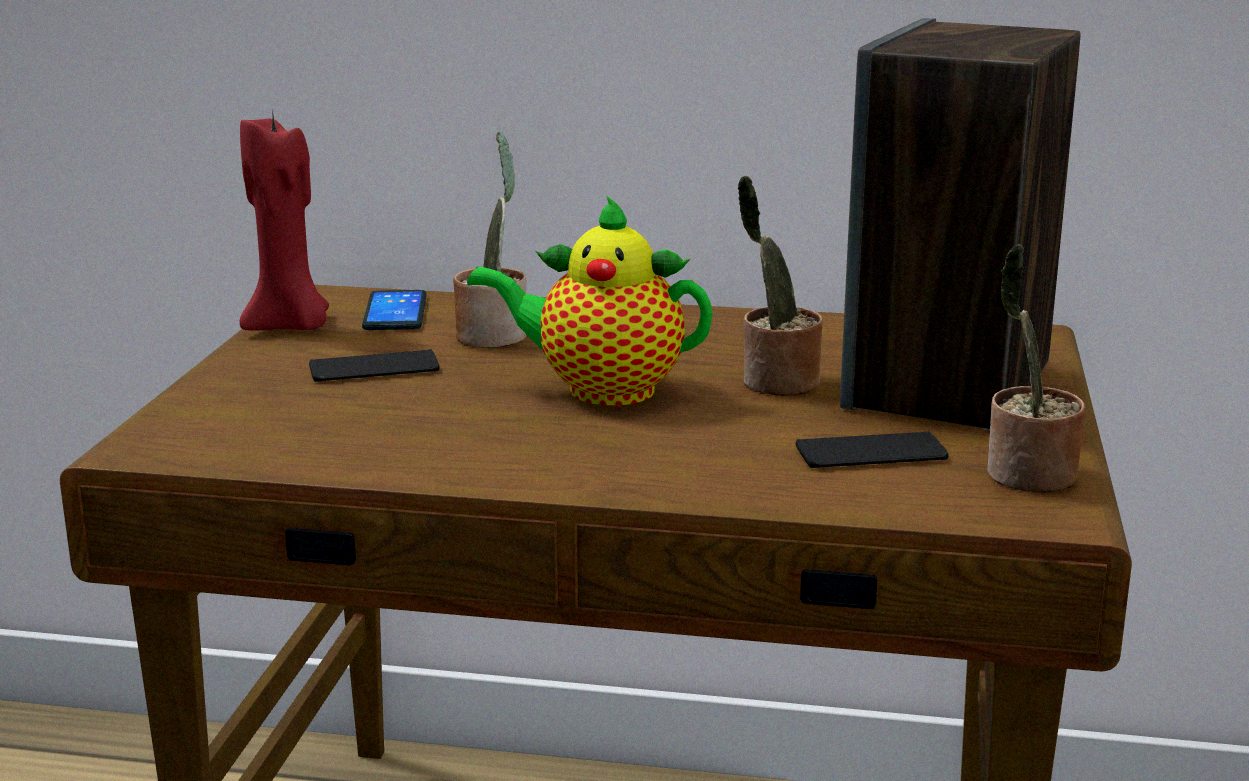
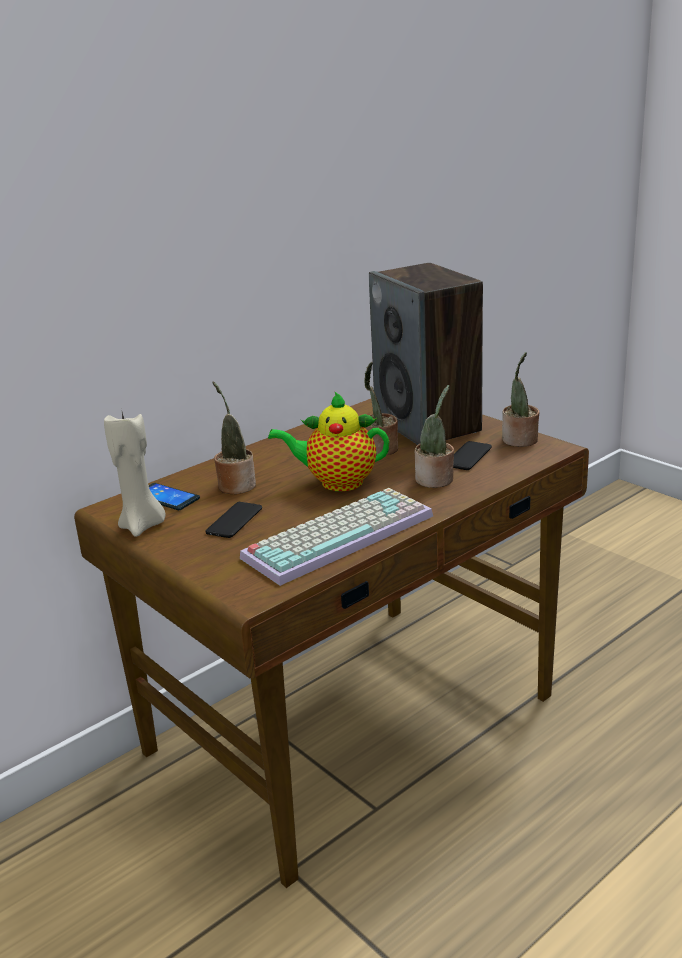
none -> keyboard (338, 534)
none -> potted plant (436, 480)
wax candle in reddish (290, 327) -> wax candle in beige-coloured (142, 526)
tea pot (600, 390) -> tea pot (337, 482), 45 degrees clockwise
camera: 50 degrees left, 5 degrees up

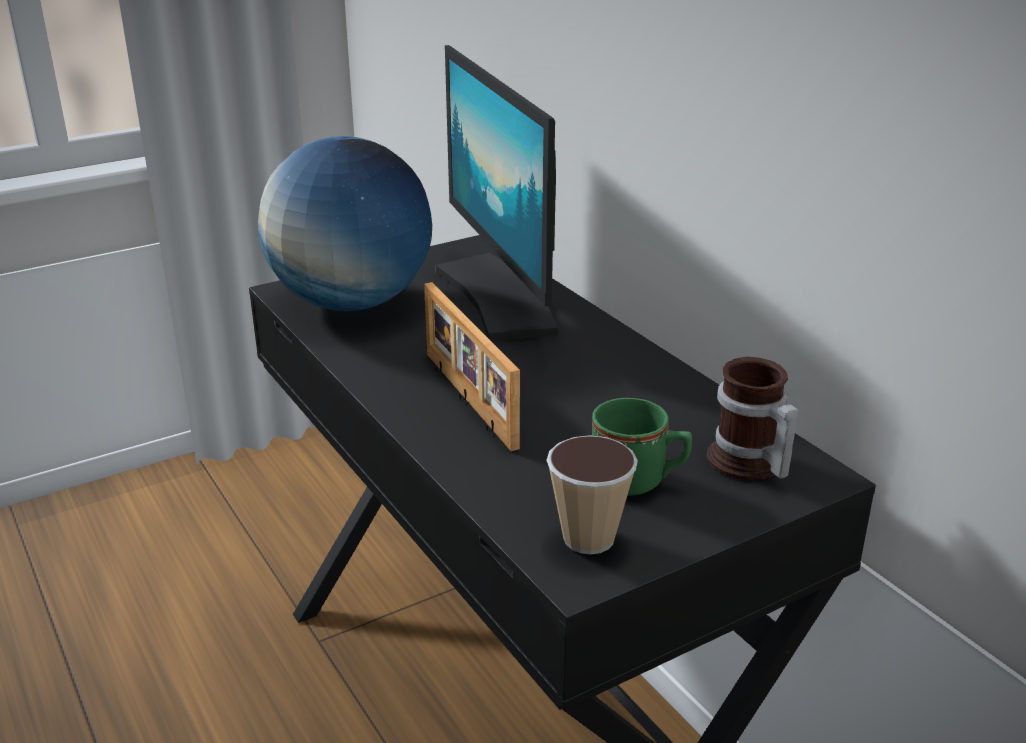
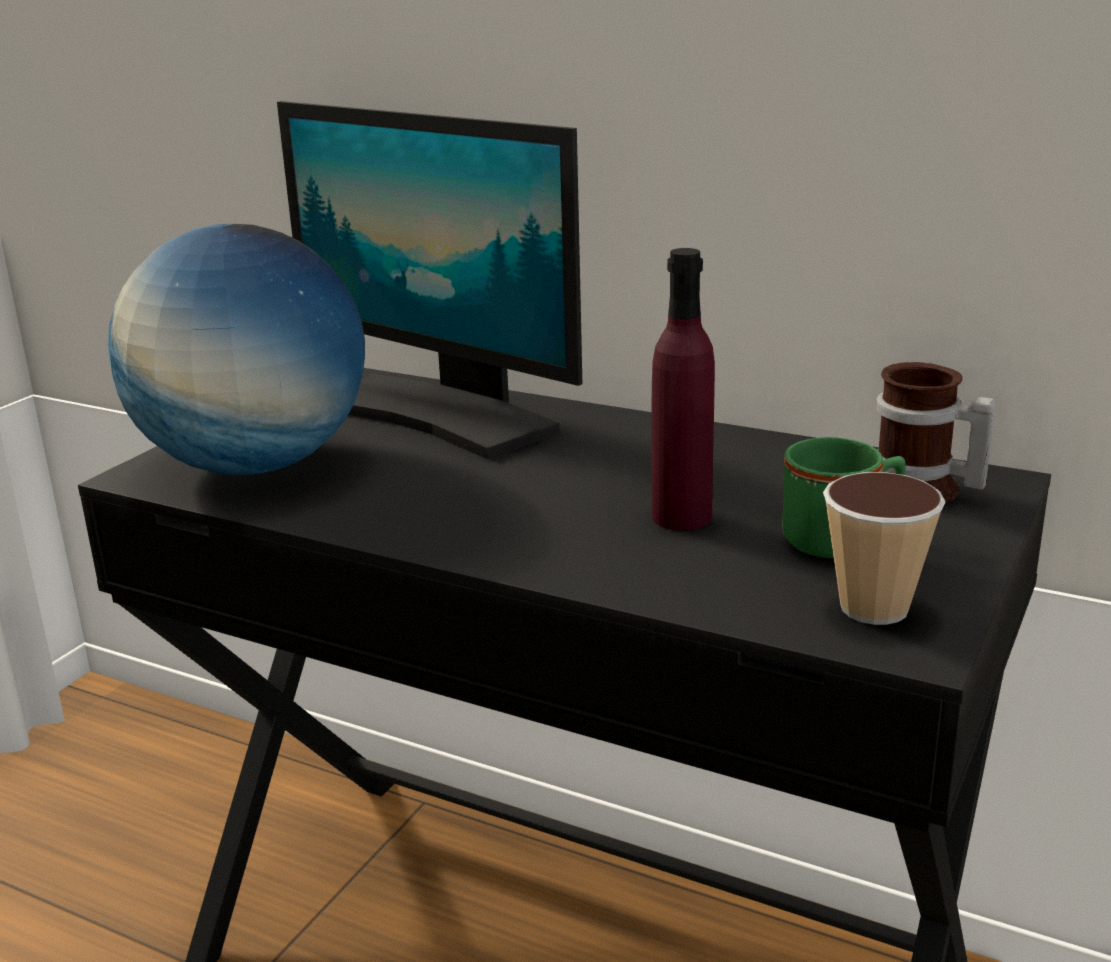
photo frame (466, 399) -> none
none -> beverage bottle in purple-coloured (681, 517)
camera: 30 degrees left, 5 degrees down

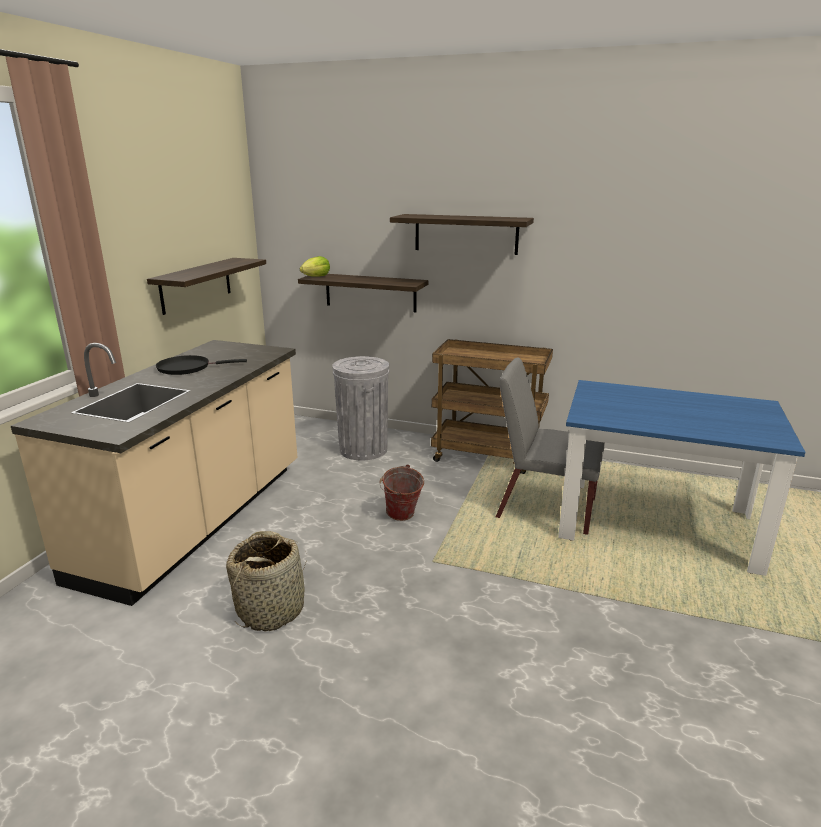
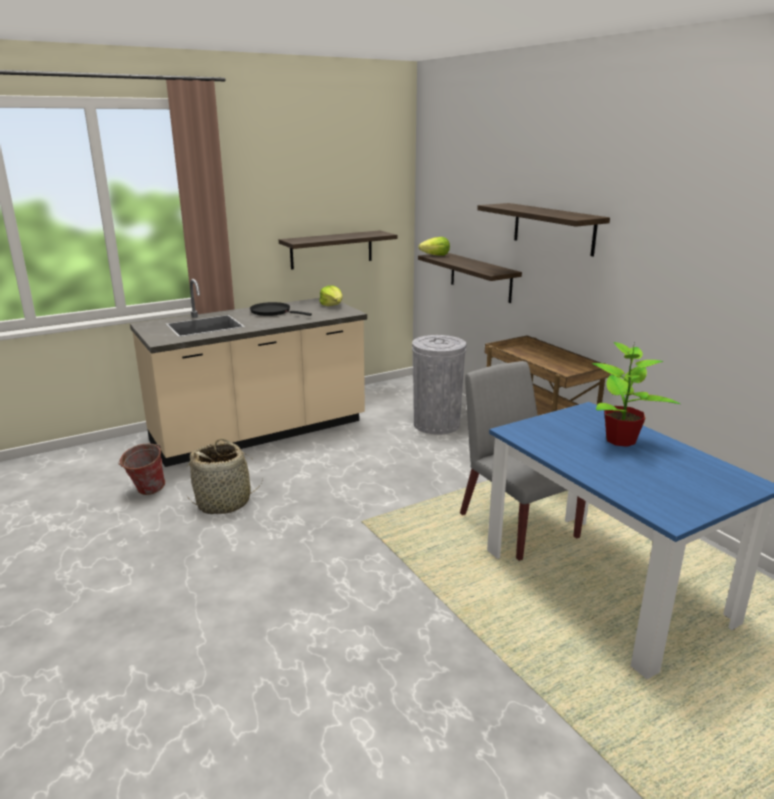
none -> lettuce head (332, 305)
none -> potted plant (620, 440)
pail (401, 517) -> pail (146, 491), shifted
camera: 40 degrees right, 0 degrees up

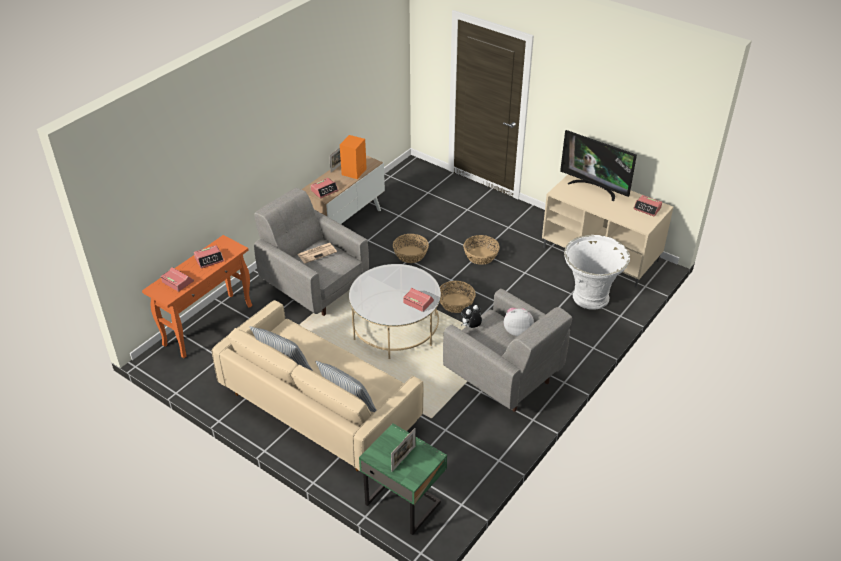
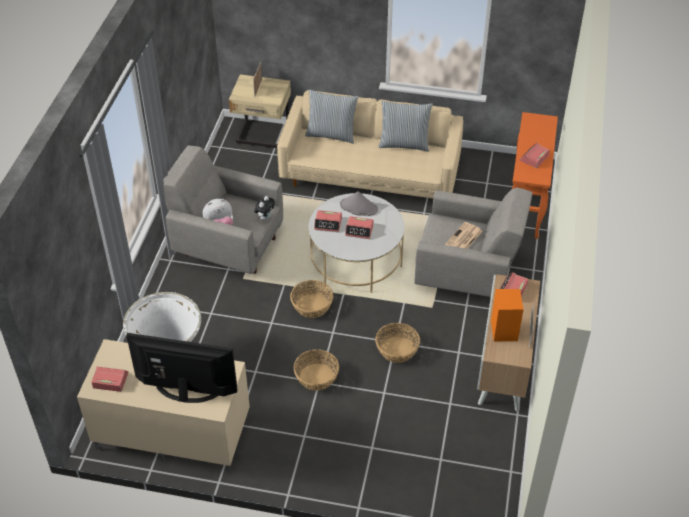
none -> wearable hat in grey (358, 207)
bedside clock (177, 281) -> bedside clock (359, 230), shifted
nightstand in green (404, 502) -> nightstand in beige-coloured (263, 136)
camera: 155 degrees right, 5 degrees up

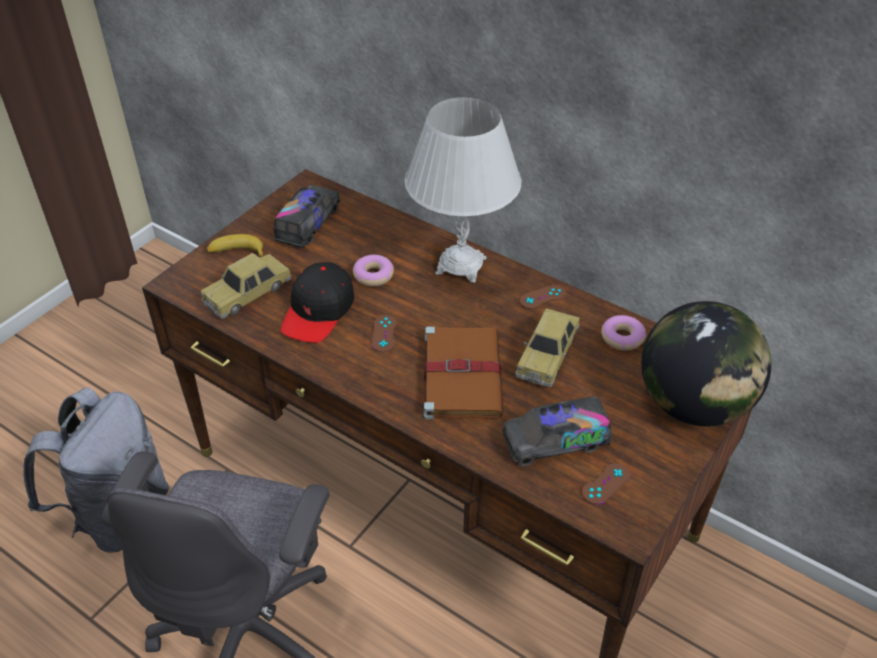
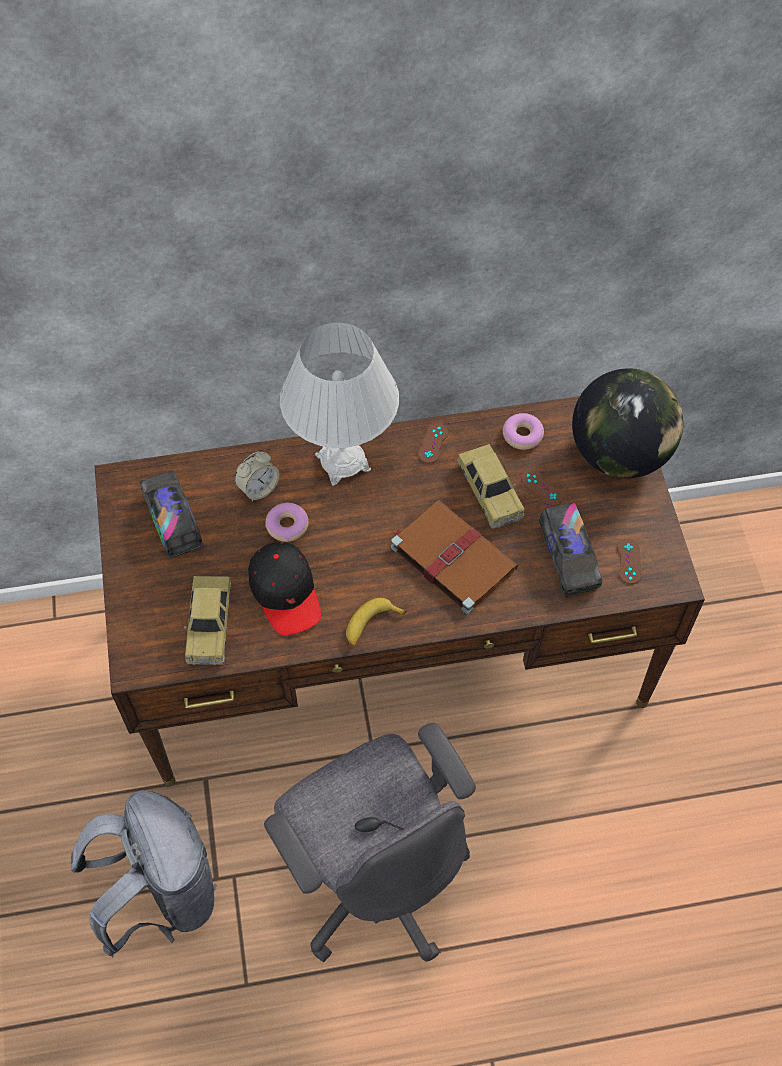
none -> bedside clock (258, 489)
banana fruit (236, 253) -> banana fruit (371, 626), shifted
joypad in brown (384, 334) -> joypad in brown (541, 488), shifted
model truck (555, 442) -> model truck (568, 557), 45 degrees counterclockwise
camera: 45 degrees left, 15 degrees up

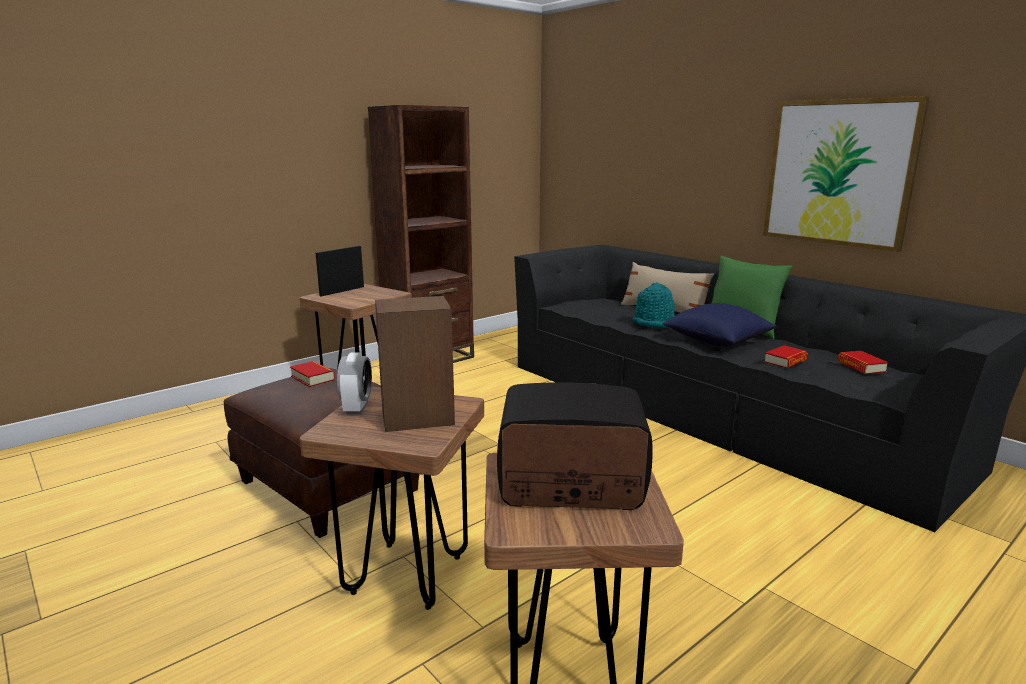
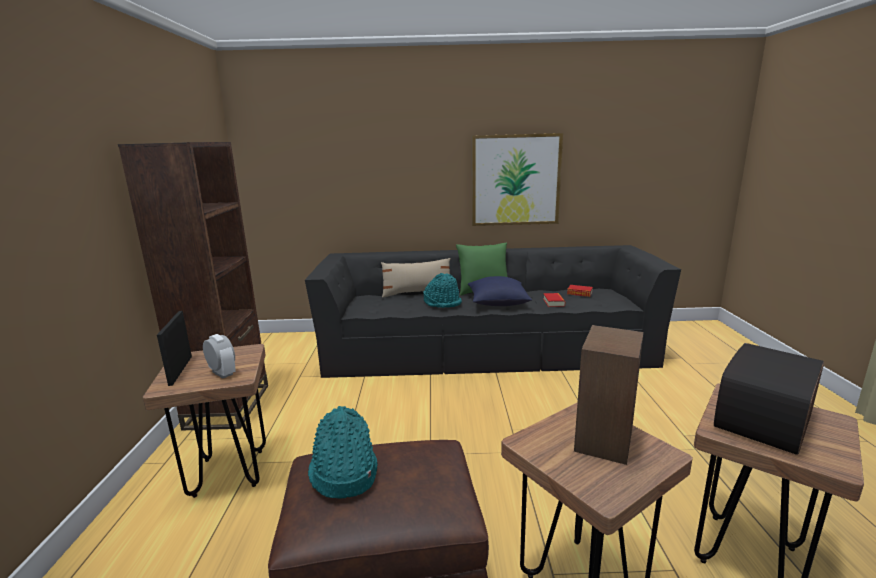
bedside clock (357, 408) -> bedside clock (222, 373), shifted
bound book (312, 378) -> wearable hat in blue-green (343, 473)
camera: 50 degrees left, 0 degrees up

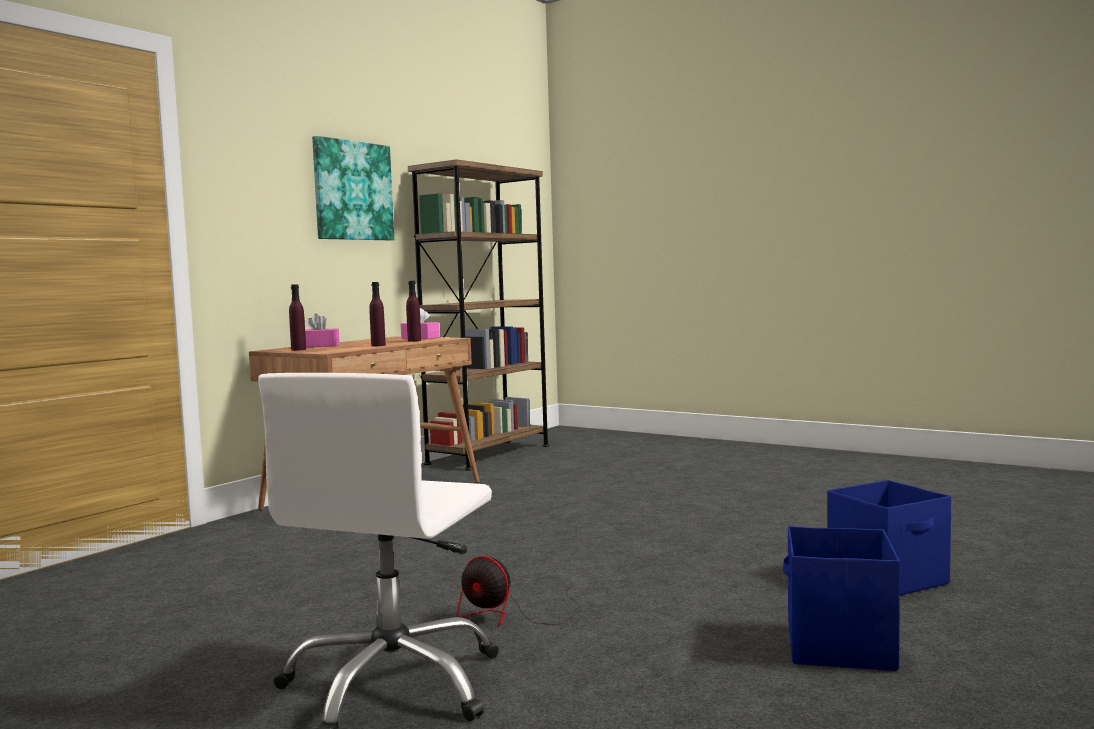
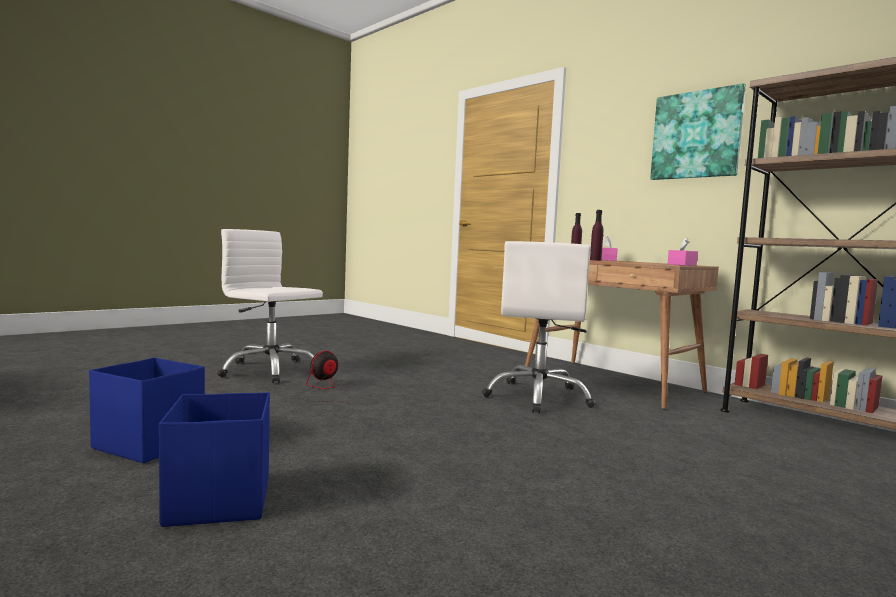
beverage bottle in purple-coloured (414, 340) -> none
none -> desk chair in white-coloured (538, 397)
camera: 100 degrees right, 0 degrees up

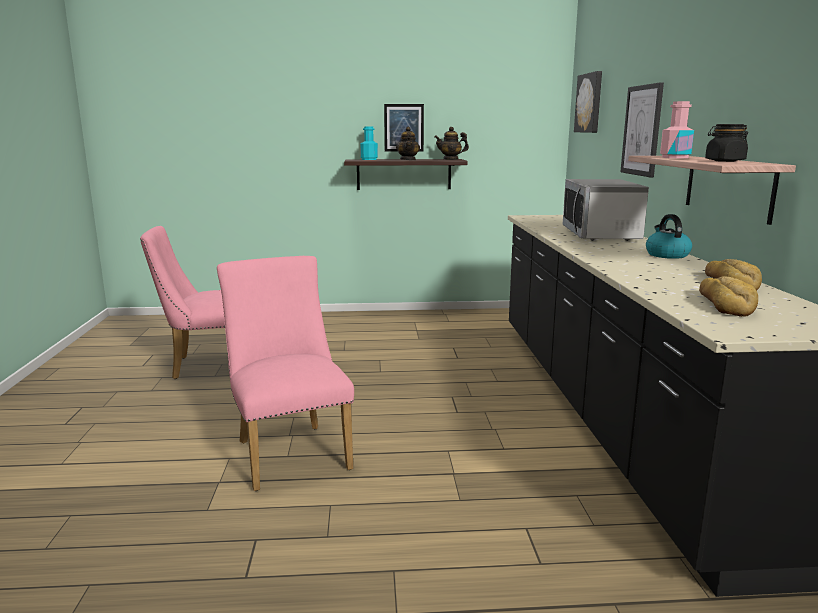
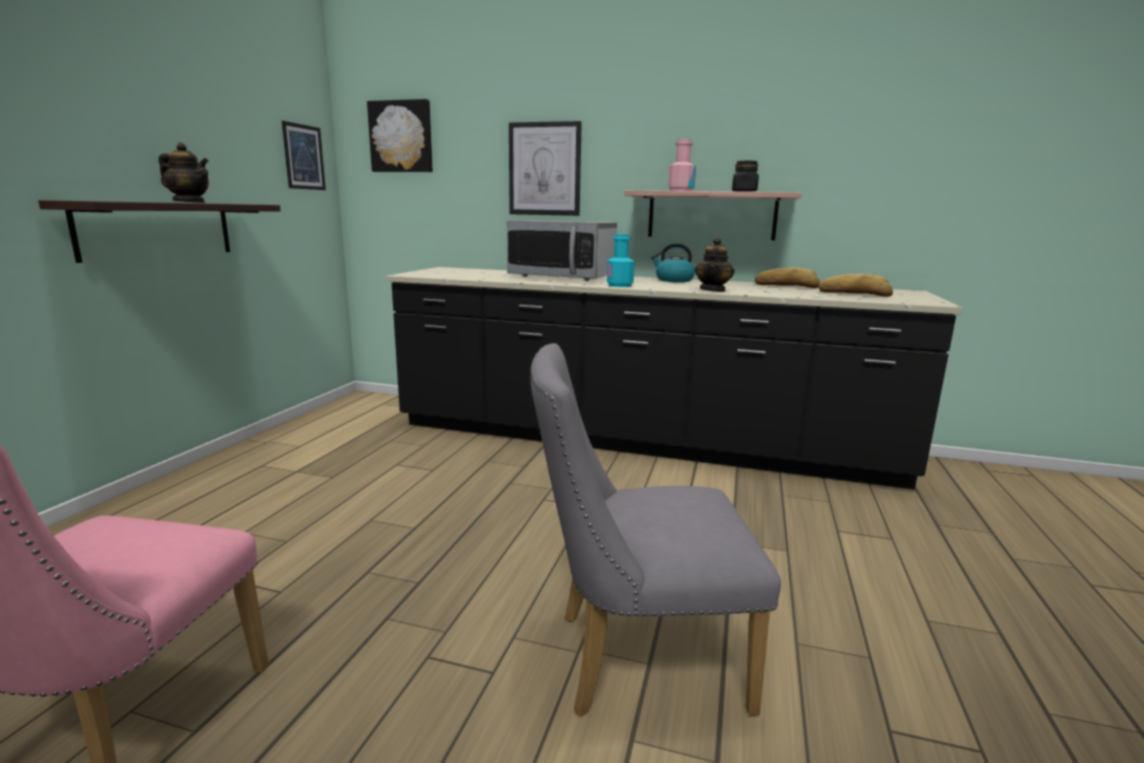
beverage bottle in blue-green (369, 159) -> beverage bottle in blue-green (619, 285), shifted
picture (404, 127) -> picture (304, 157), shifted
tea pot (451, 159) -> tea pot (713, 290), shifted
upright chair in pink (290, 451) -> upright chair in grey (634, 658)
camera: 70 degrees left, 0 degrees up

